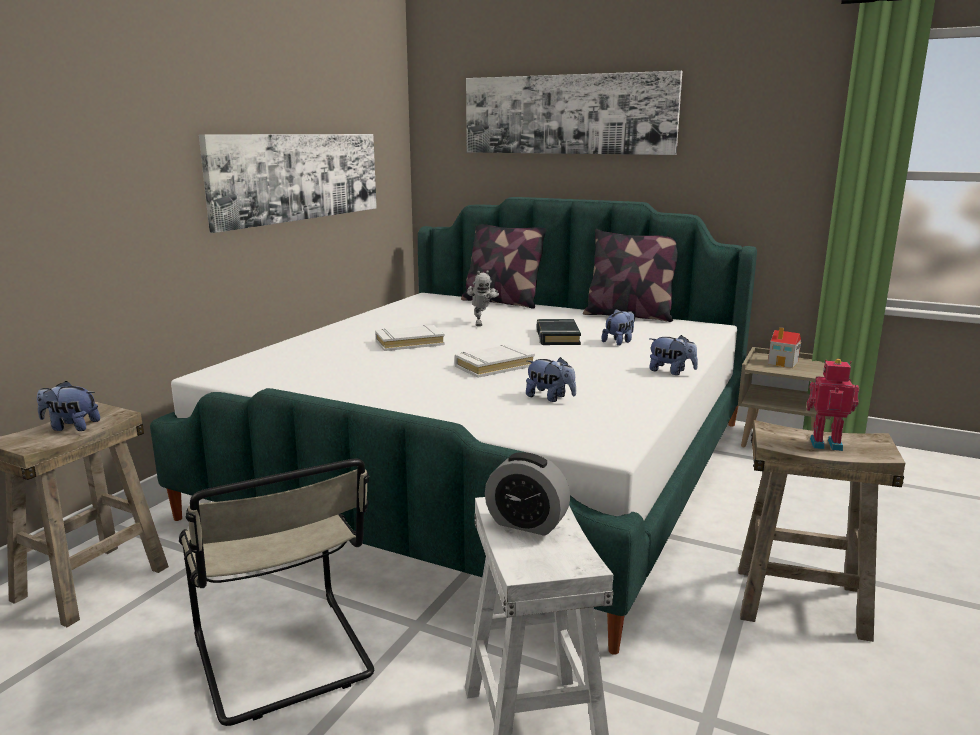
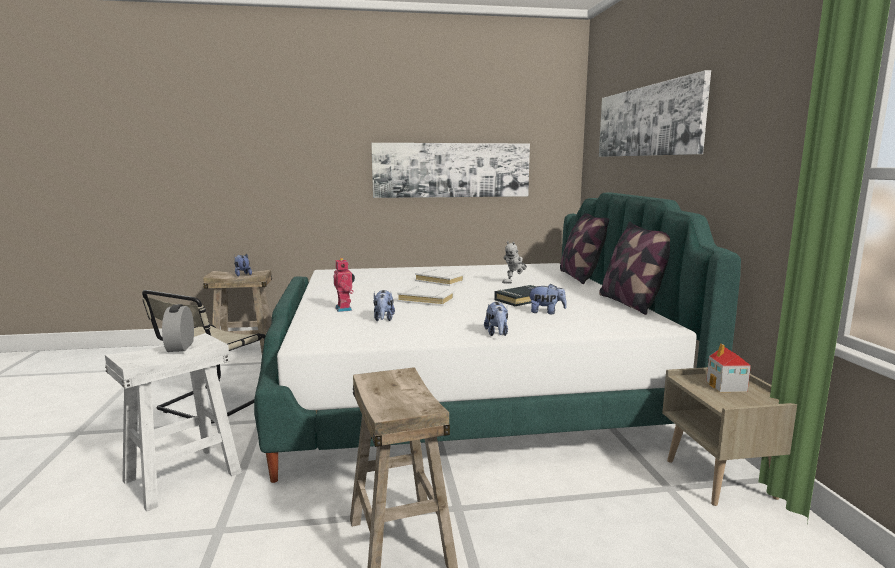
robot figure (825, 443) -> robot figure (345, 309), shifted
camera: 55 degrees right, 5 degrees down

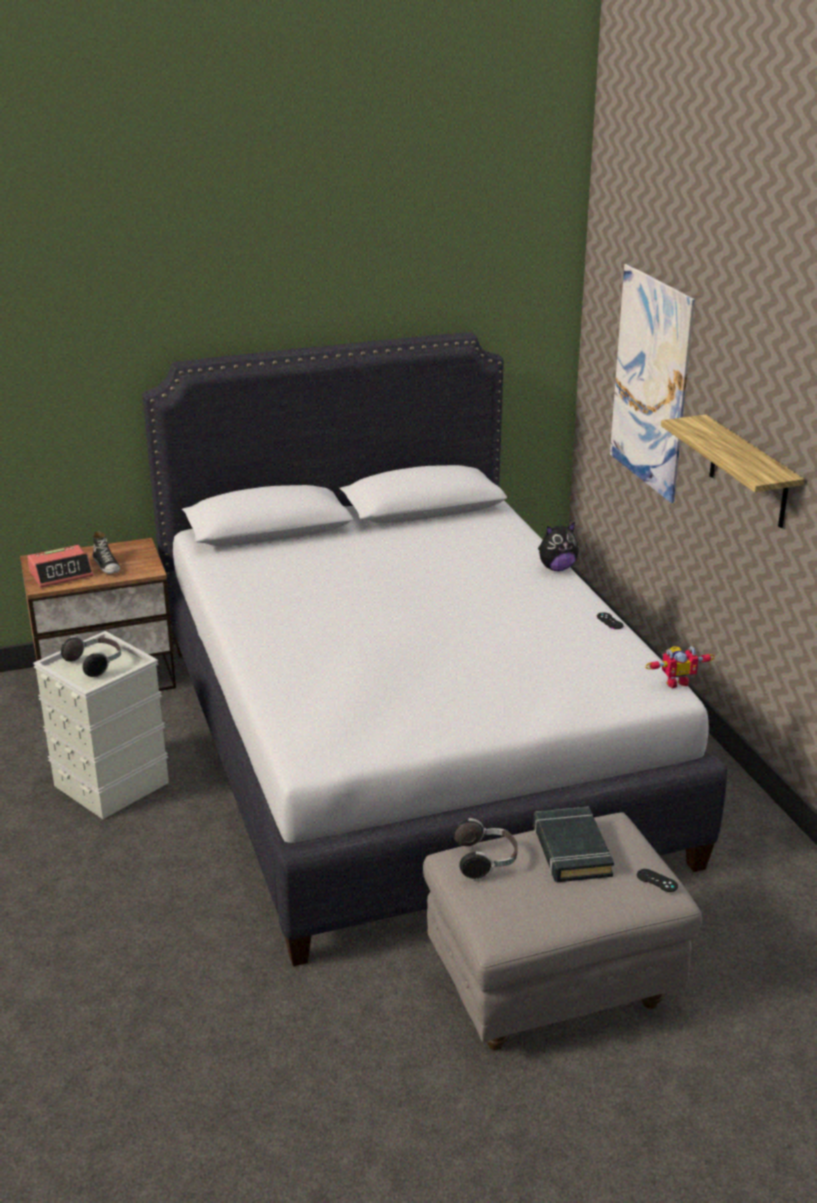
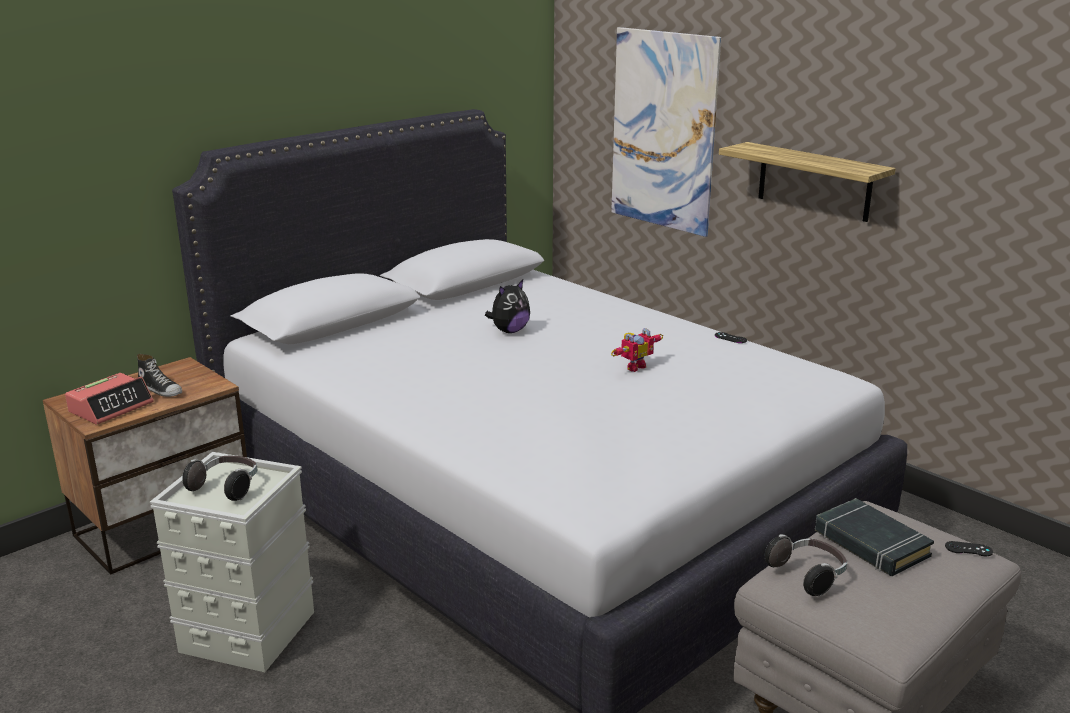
cuddly toy (556, 568) -> cuddly toy (509, 331), shifted
robot figure (675, 681) -> robot figure (633, 366), shifted
camera: 25 degrees left, 5 degrees down

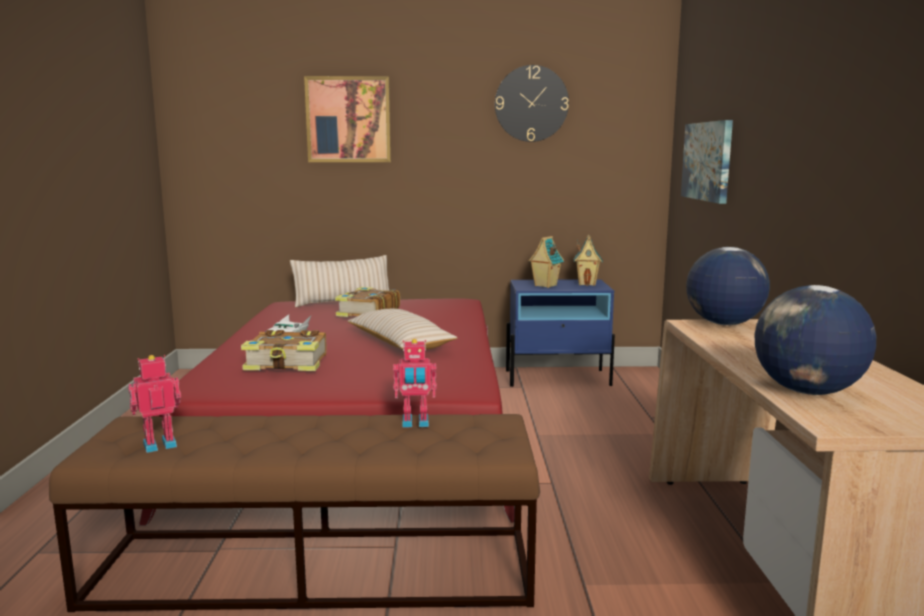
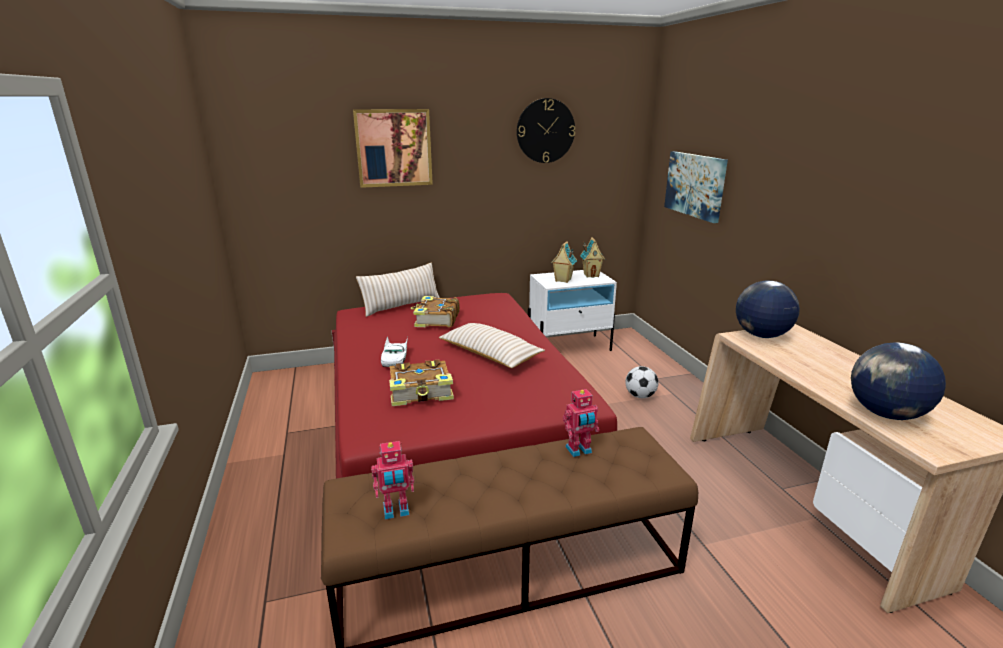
none -> football (640, 396)
nightstand in blue-coloured (558, 378) -> nightstand in white-coloured (569, 347)
robot figure (159, 444) -> robot figure (396, 511), 150 degrees counterclockwise
camera: 15 degrees left, 10 degrees up

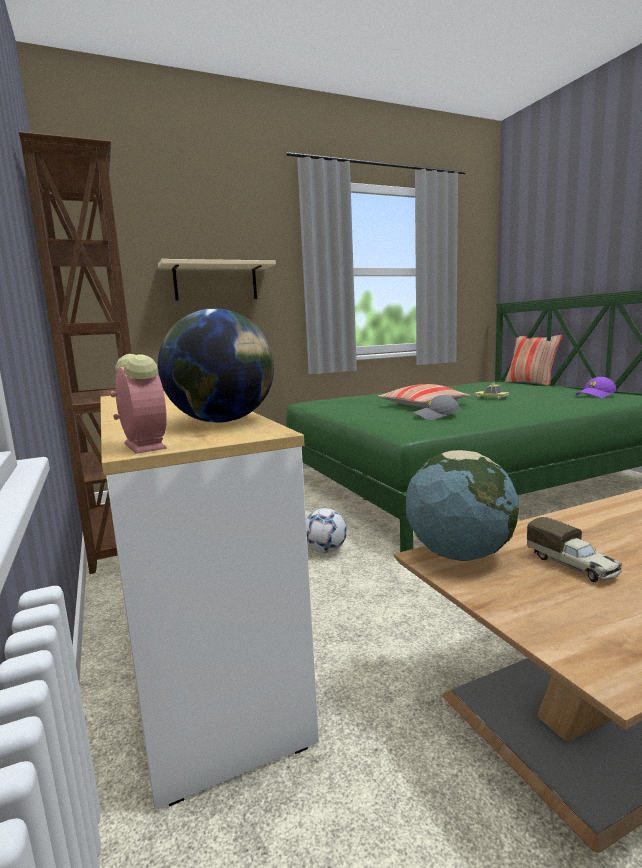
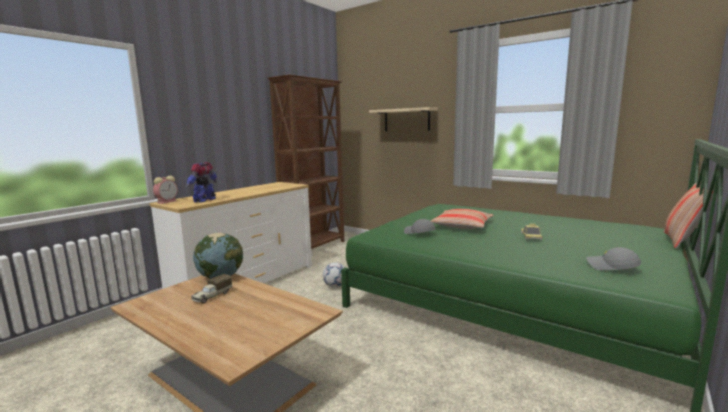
desk globe (223, 421) -> robot figure (205, 200)
peaked cap in purple-coloured (596, 395) -> peaked cap in grey (611, 267)
camera: 60 degrees right, 0 degrees up

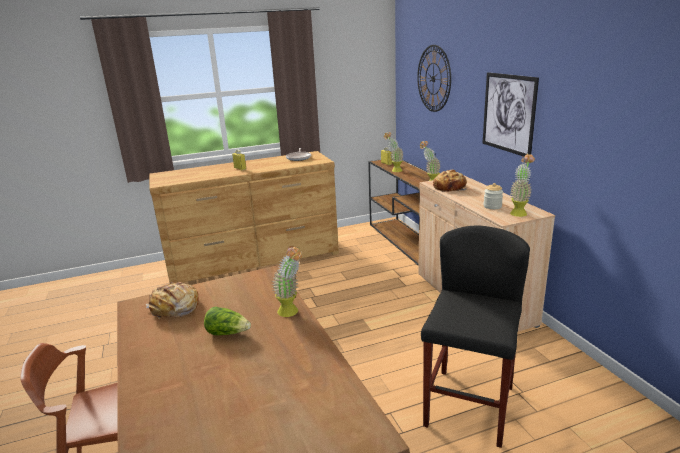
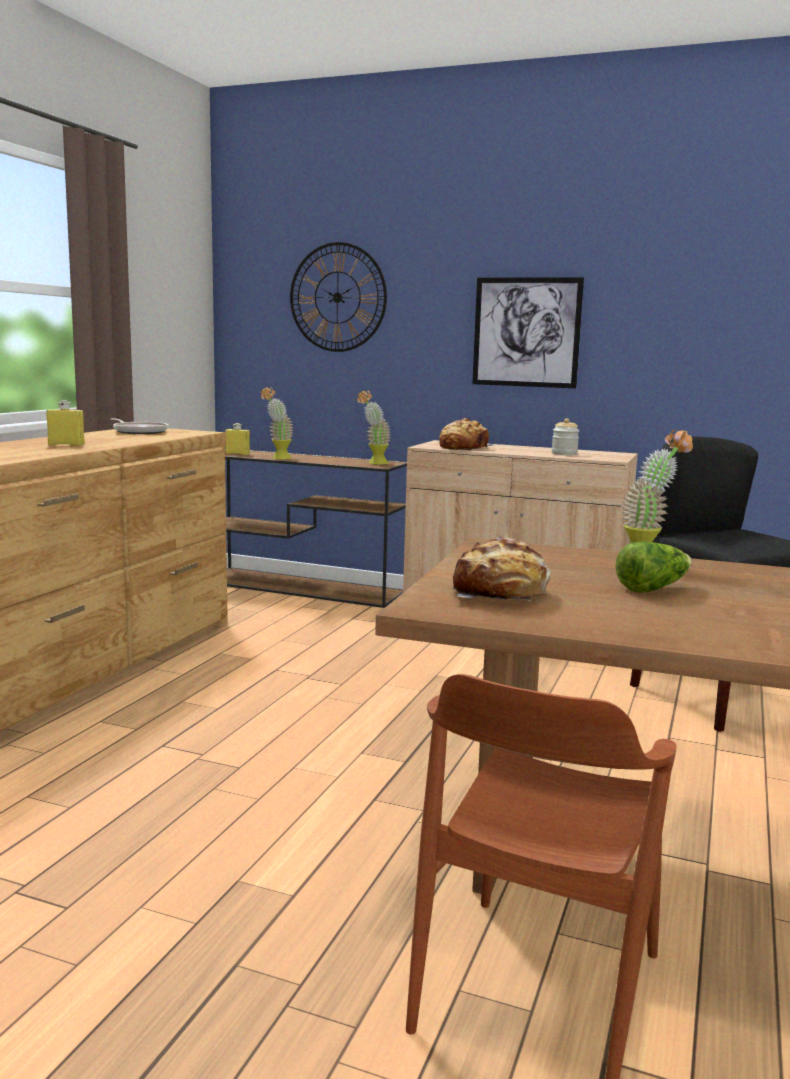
potted plant (519, 212) -> none
camera: 50 degrees left, 10 degrees down

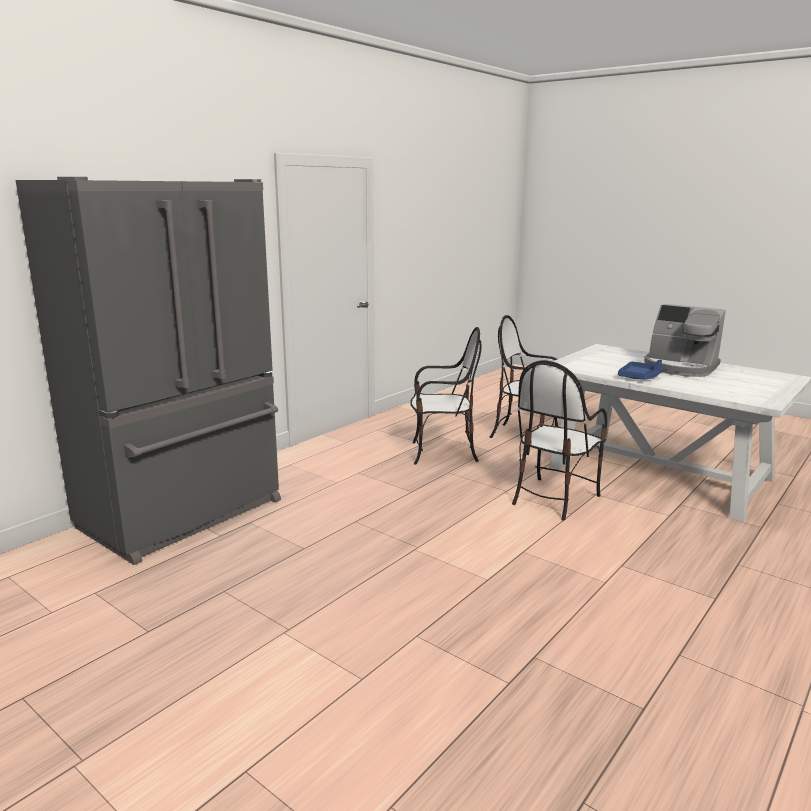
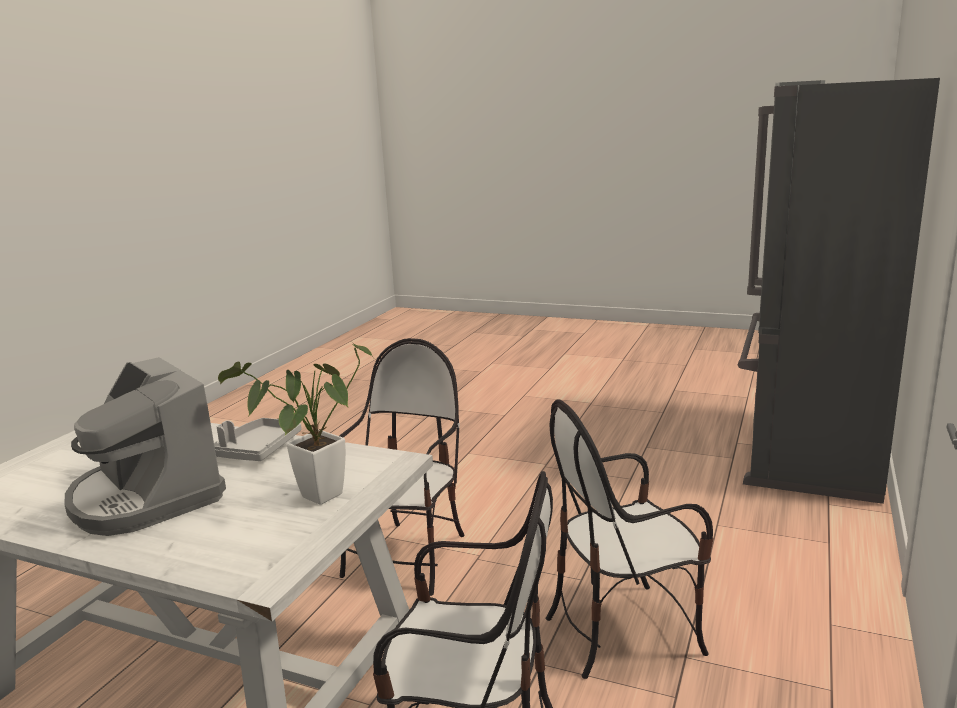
none -> potted plant (314, 499)
carrying tray in blue-coloured (640, 377) -> carrying tray in grey (258, 450)
coffee machine (680, 368) -> coffee machine (146, 497), 150 degrees counterclockwise
camera: 165 degrees right, 0 degrees up

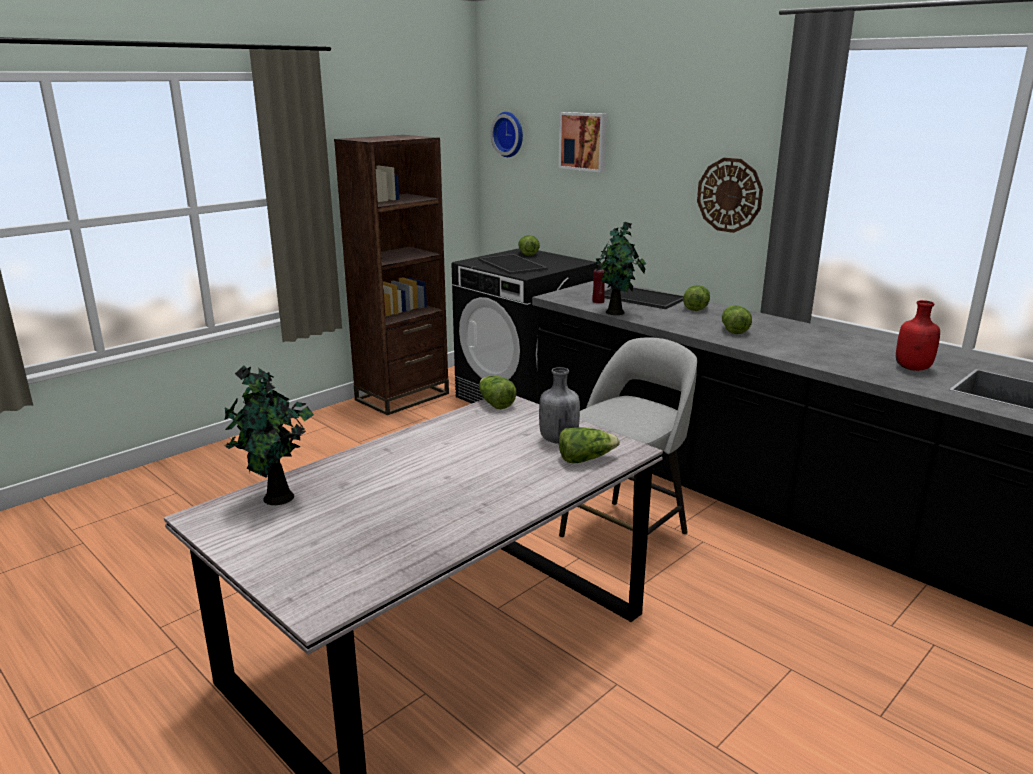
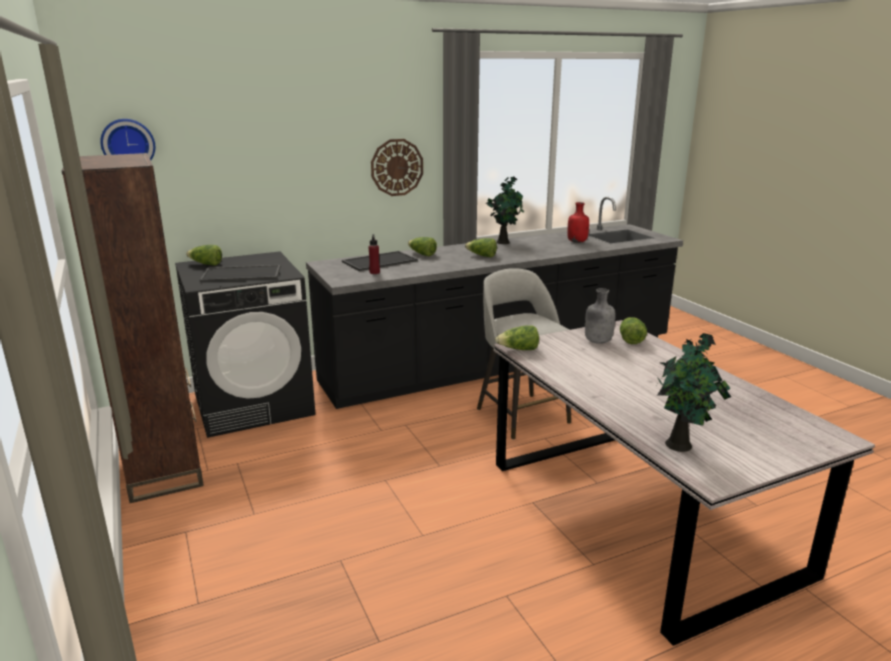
picture (584, 141) -> none
potted plant (616, 312) -> potted plant (504, 242), shifted
camera: 70 degrees left, 0 degrees up

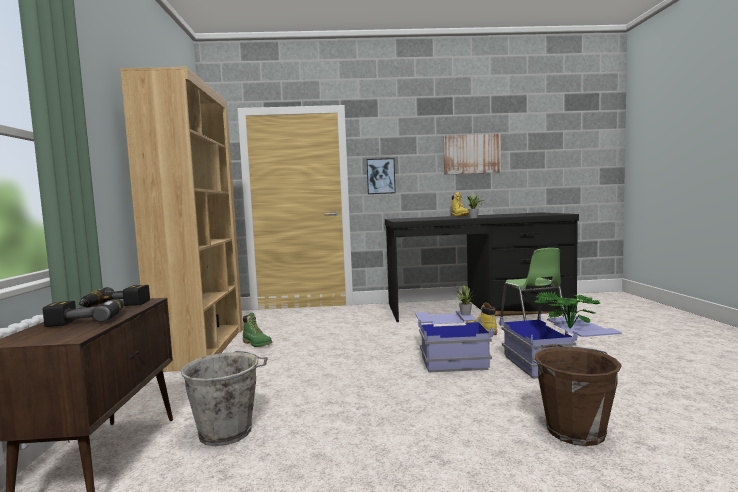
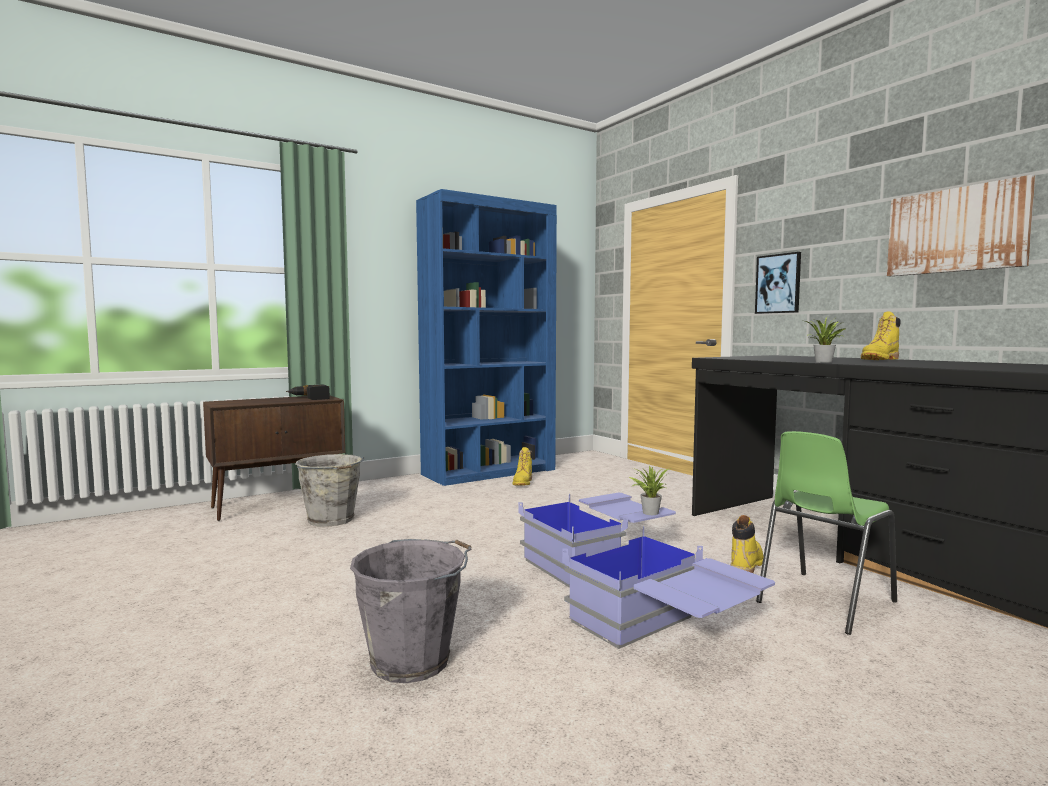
electric drill (88, 319) -> none
potted plant (565, 328) -> none
shelving unit in brown (202, 348) -> shelving unit in blue-coloured (489, 472)
high-top boot in green (257, 344) -> high-top boot in yellowish (523, 483)
pail in brown (574, 430) -> pail in grey (414, 660)
camera: 60 degrees right, 0 degrees up

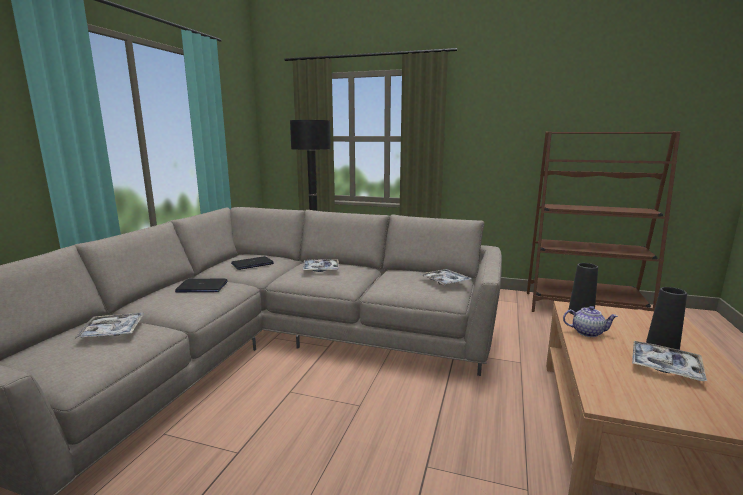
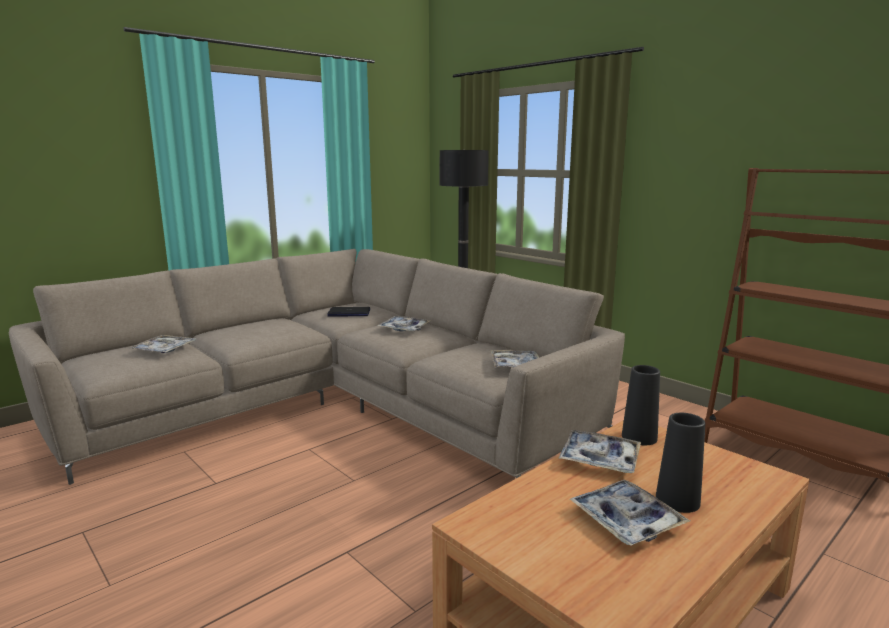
laptop (202, 287) -> none
tea pot (587, 332) -> carrying tray (599, 459)
camera: 30 degrees right, 0 degrees up

